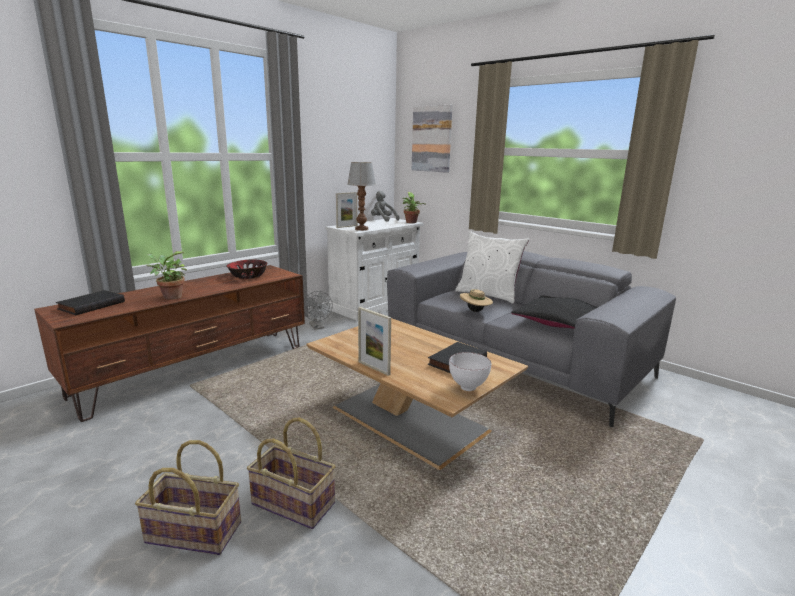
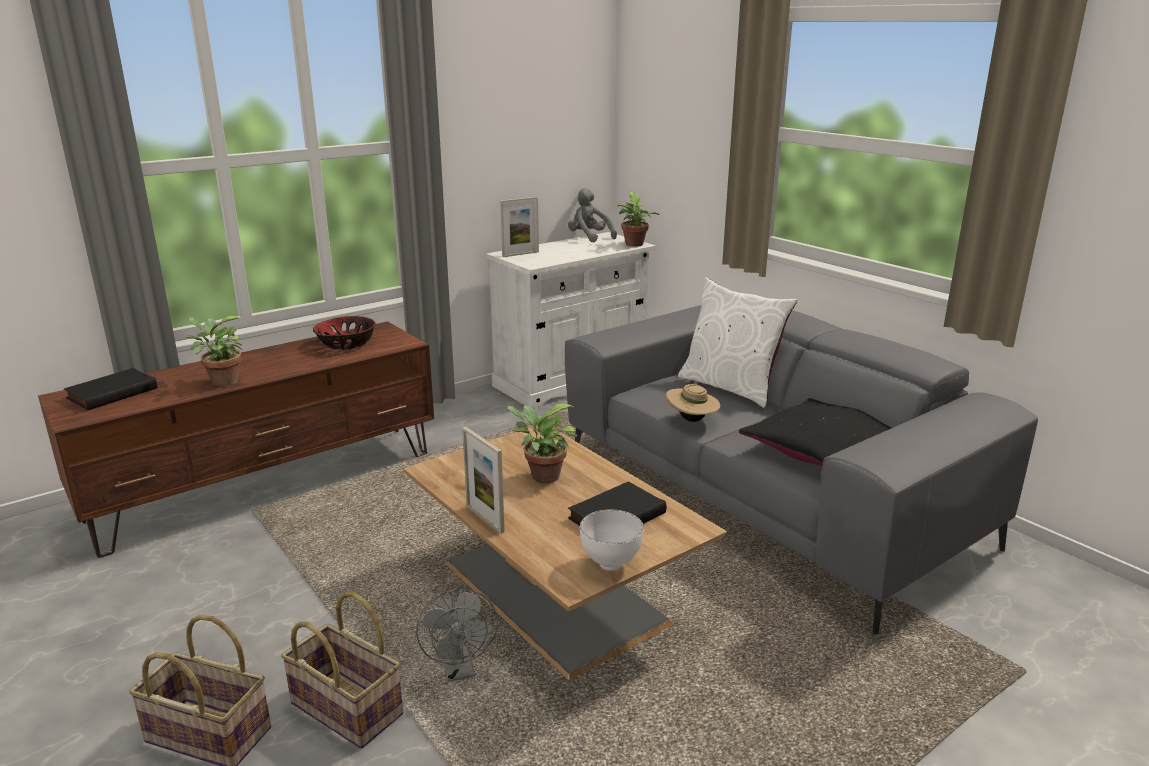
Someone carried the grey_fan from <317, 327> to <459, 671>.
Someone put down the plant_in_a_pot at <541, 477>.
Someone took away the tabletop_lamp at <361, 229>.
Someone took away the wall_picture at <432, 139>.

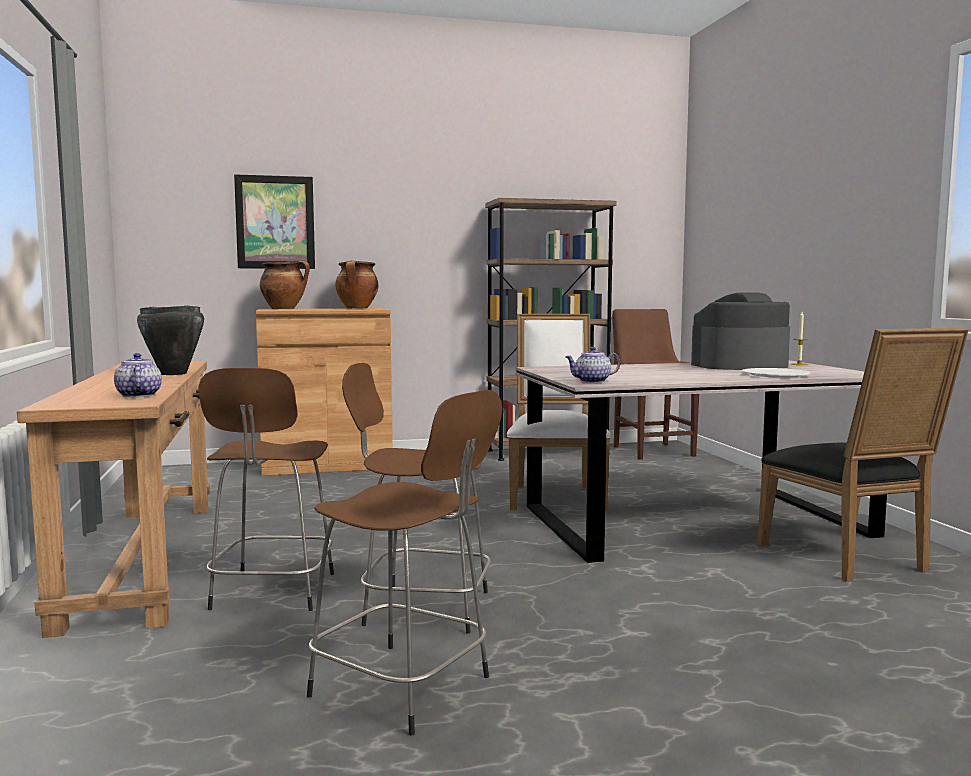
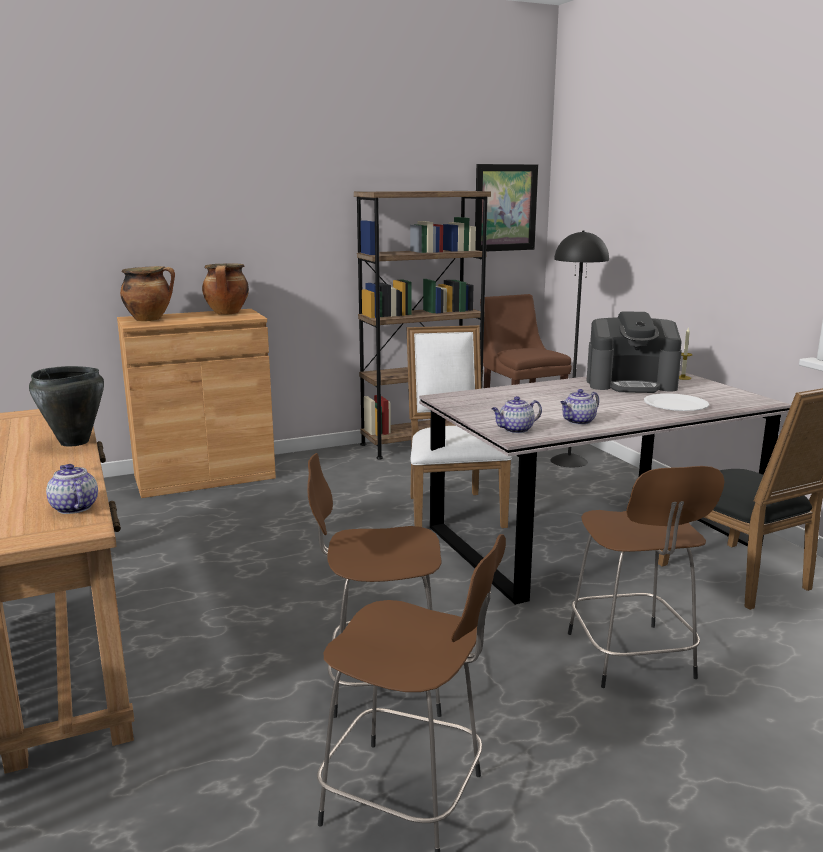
Someone carried the wall_picture from <275, 222> to <505, 208>.
Someone put down the black_standing_lamp at <569, 461>.
Someone put down the tea_pot at <578, 421>.
Someone carried the brown-coloured_stool_seat from <272, 593> to <631, 658>.
Someone rotated the coffee_maker at <739, 366> by 150 degrees counterclockwise.

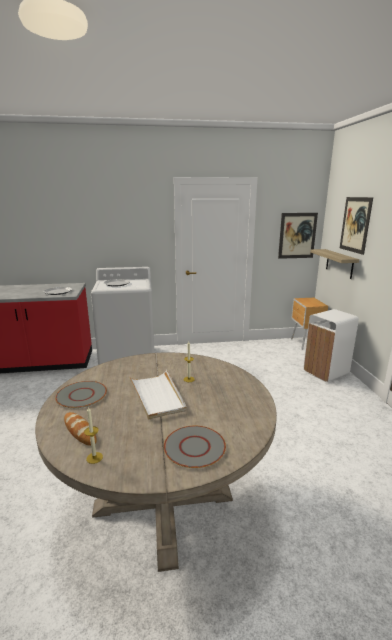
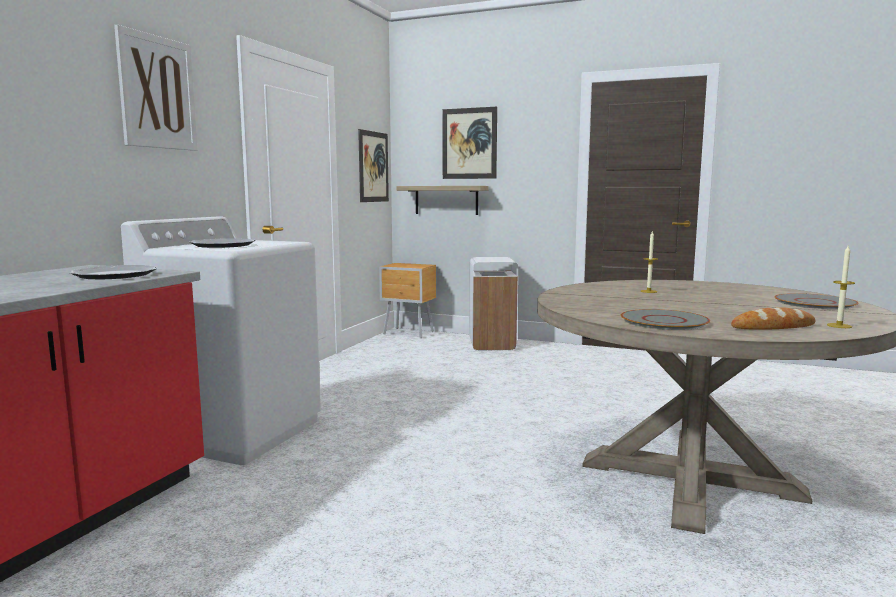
Someone put up the wall_picture at <157, 92>.
Someone took away the whitish_tray at <157, 396>.

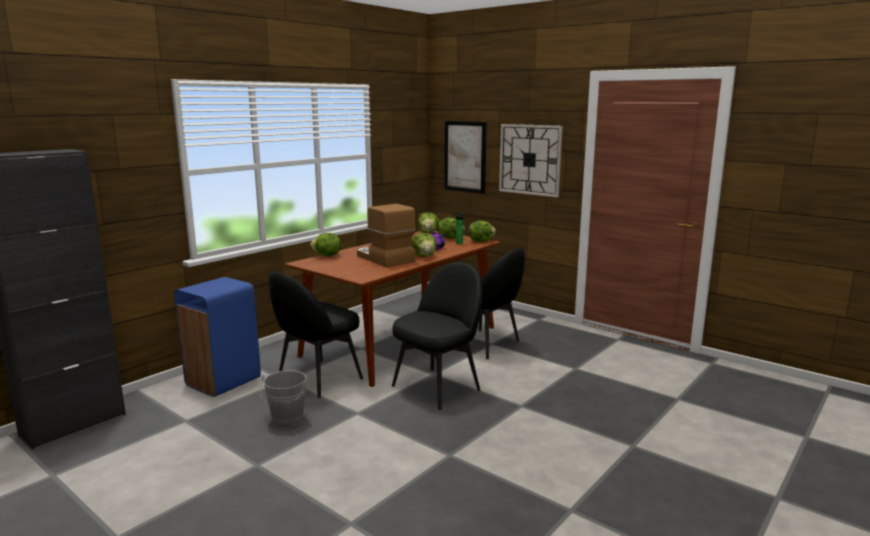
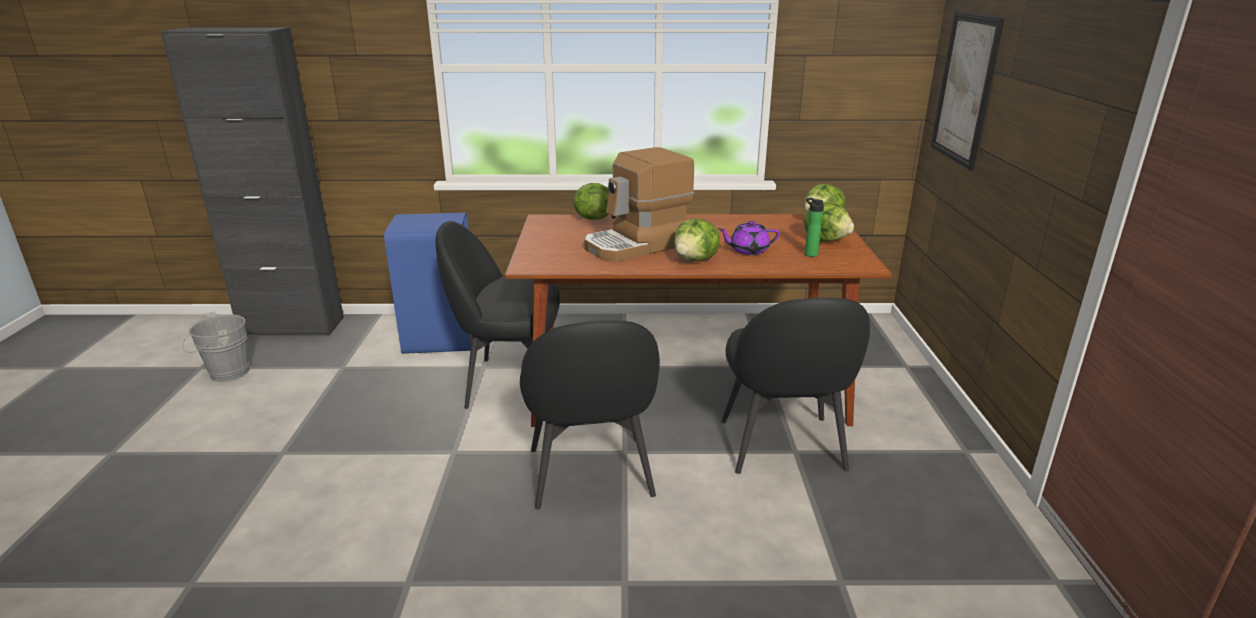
Someone carried the grey_water_bucket from <286, 422> to <225, 374>.
Someone rotated the black_plain_chair at <437, 387> by 75 degrees clockwise.
Someone rotated the coffee_maker at <384, 259> by 135 degrees counterclockwise.
Someone took away the head_of_lettuce at <480, 241>.
Someone took away the wall_clock at <530, 159>.

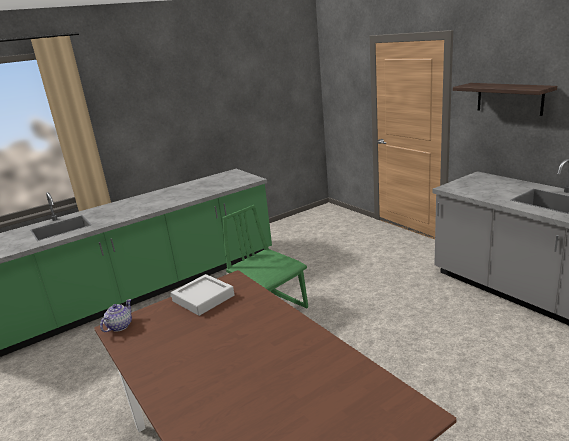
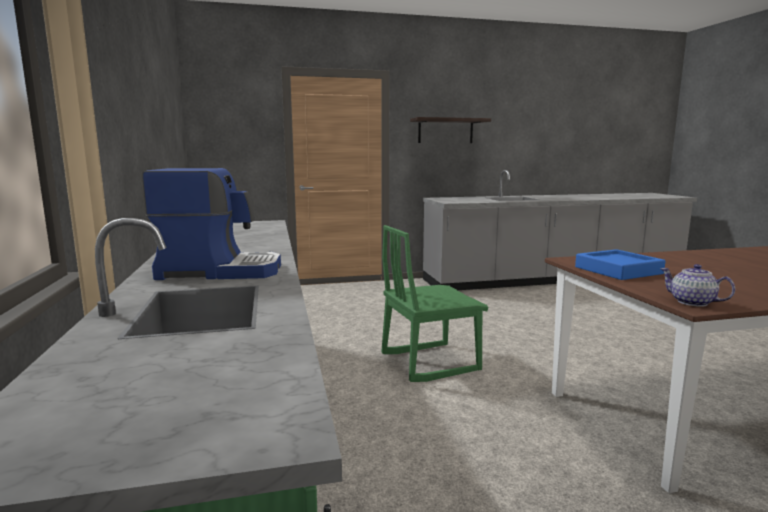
Someone put down the coffee_maker at <220, 270>.
Someone repainted the grey_tray at <203, 298>, which became the blue_tray at <618, 270>.

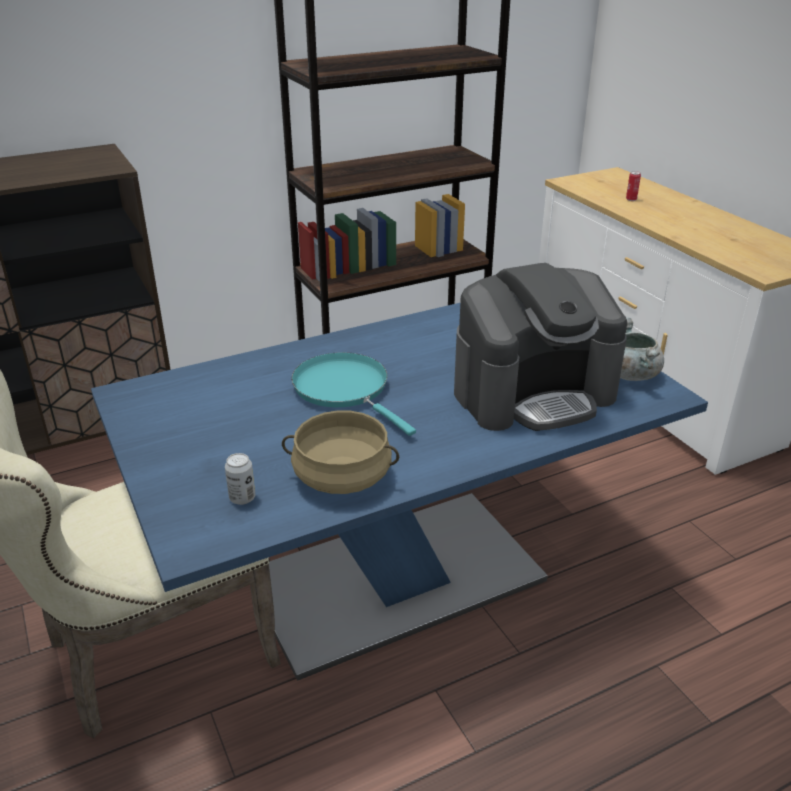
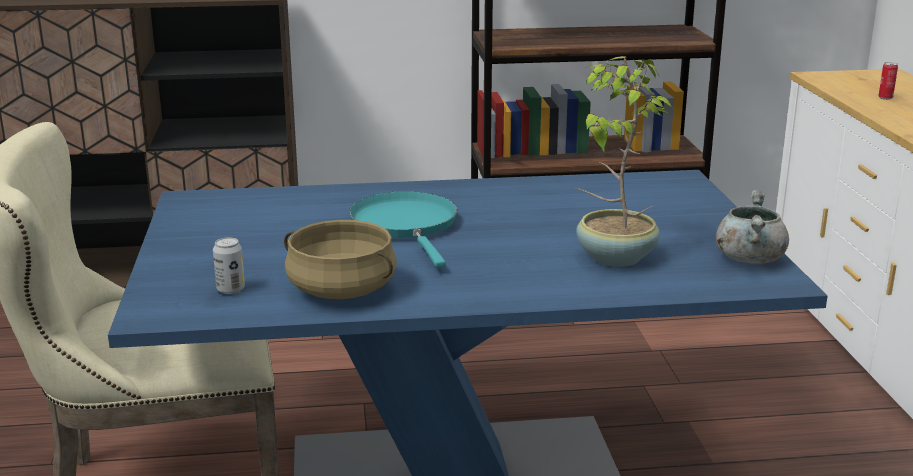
Someone swapped the coffee_maker at <533, 393> for the plant_in_a_pot at <613, 257>.

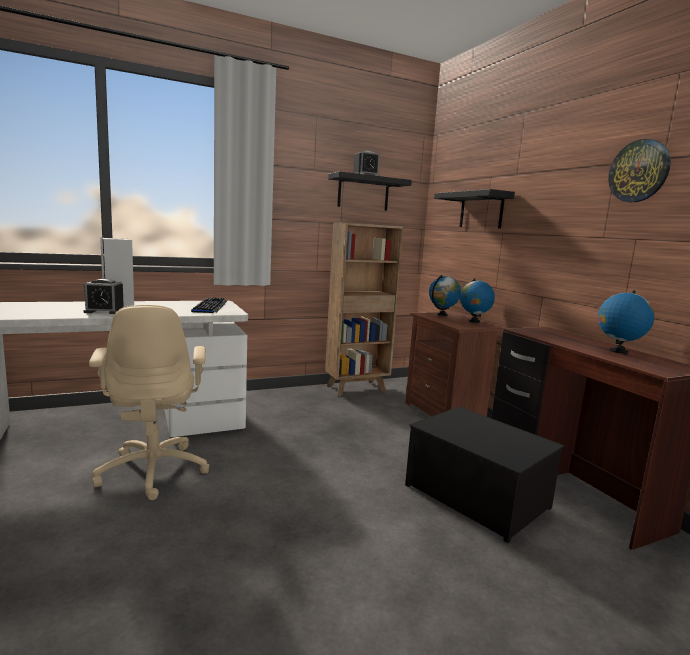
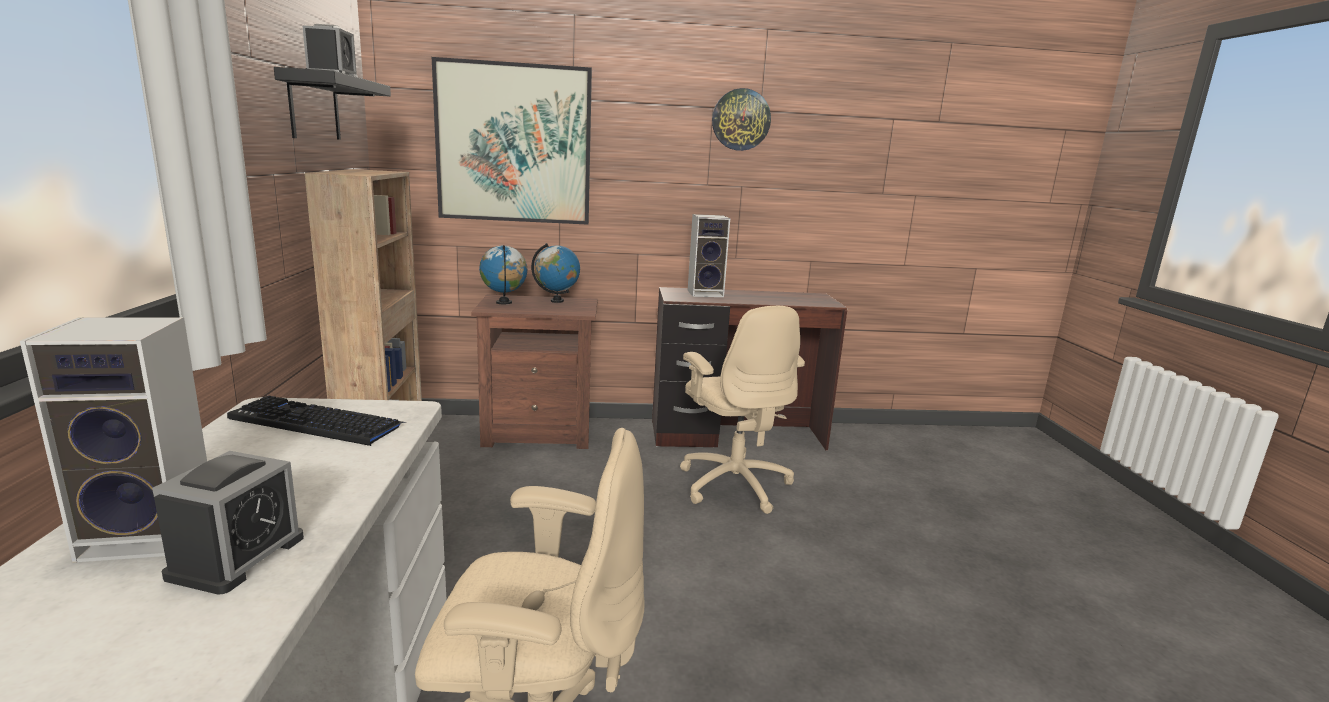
Someone swapped the black_bracket_shelf at <481, 210> for the wall_picture at <514, 144>.
Someone swapped the storage_box at <474, 496> for the beige_desk_chair at <734, 484>.
Someone put down the audio_speaker at <706, 293>.
Someone took away the globe at <618, 351>.

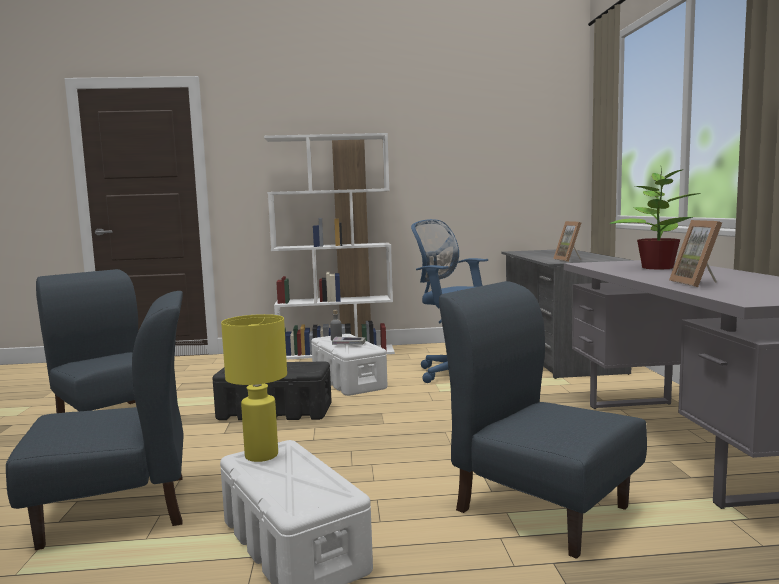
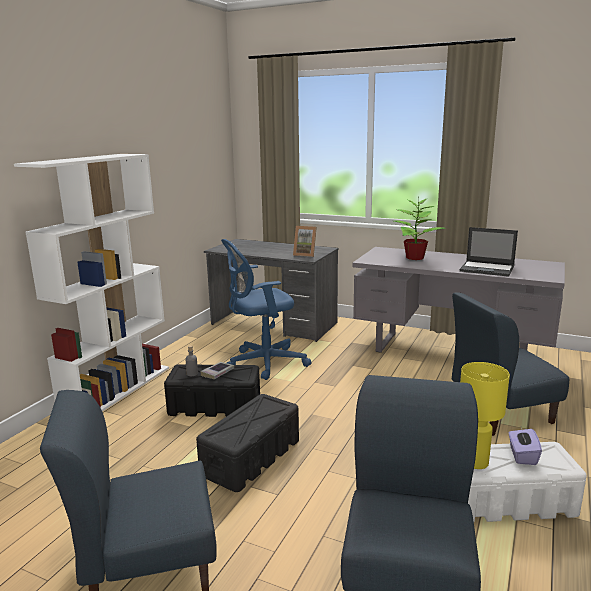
Someone repainted the whitish_storage_box at <348, 381>, which became the black_storage_box at <215, 406>.
Someone swapped the picture_frame at <699, 283> for the portable_computer at <487, 269>.
Someone put down the purple_tissue_holder at <522, 455>.

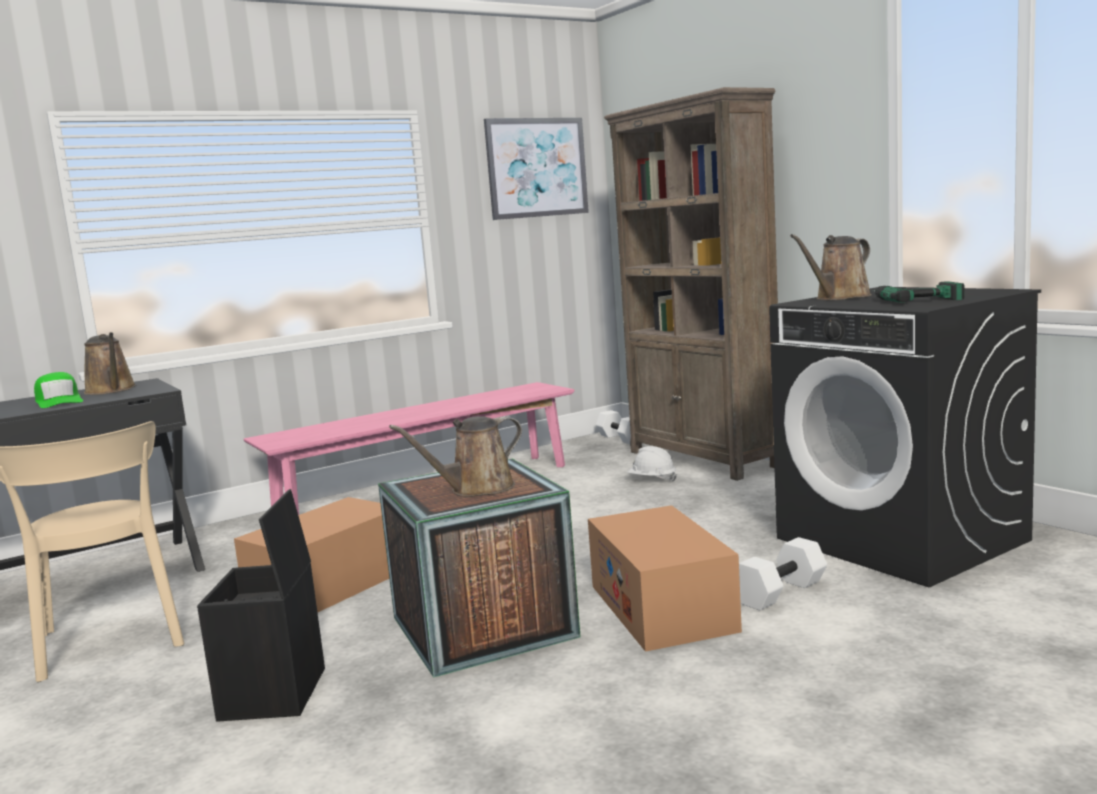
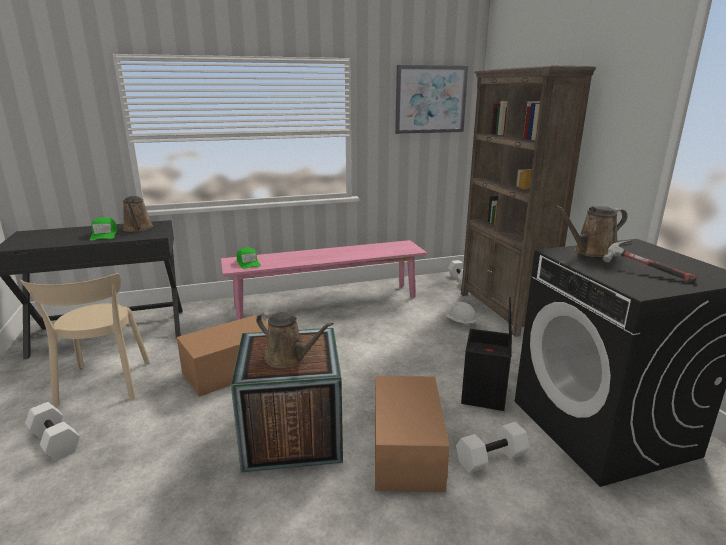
Someone put down the whitish_hand_weight at <53, 441>.
Someone put down the green_peaked_cap at <248, 263>.
Someone rotated the brown-coloured_sprinkling_can at <476, 489> by 135 degrees counterclockwise.
Someone carried the black_storage_box from <274, 695> to <484, 394>.
Someone swapped the electric_drill at <912, 299> for the tool_hammer at <644, 271>.

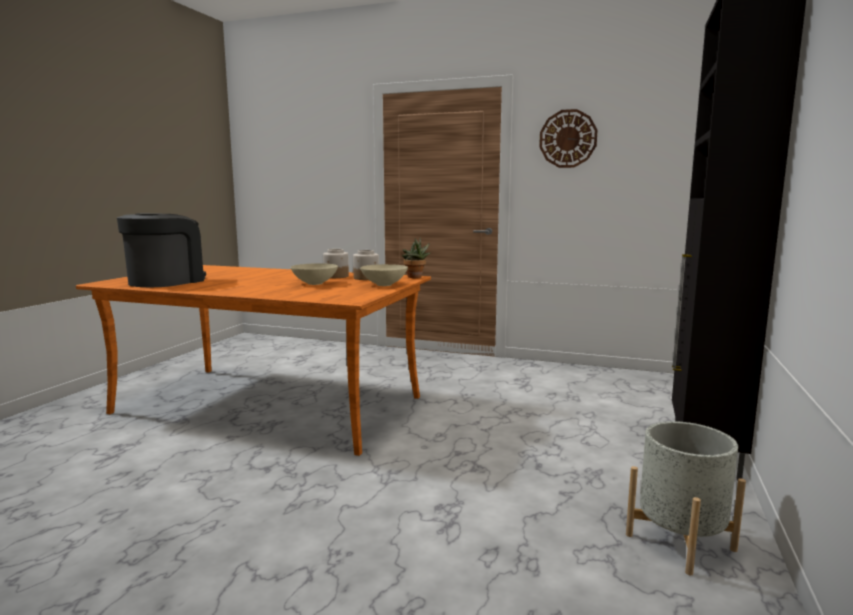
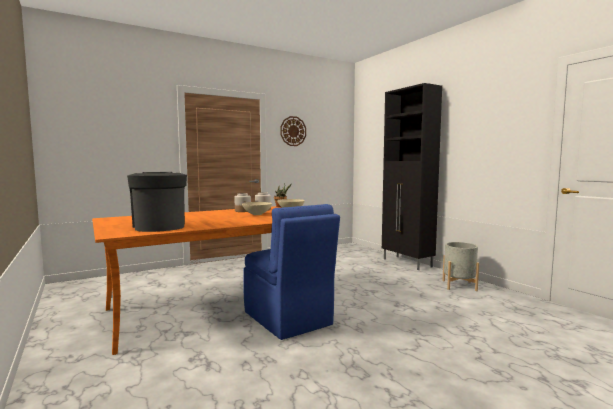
Someone put down the blue_plain_chair at <288, 319>.

